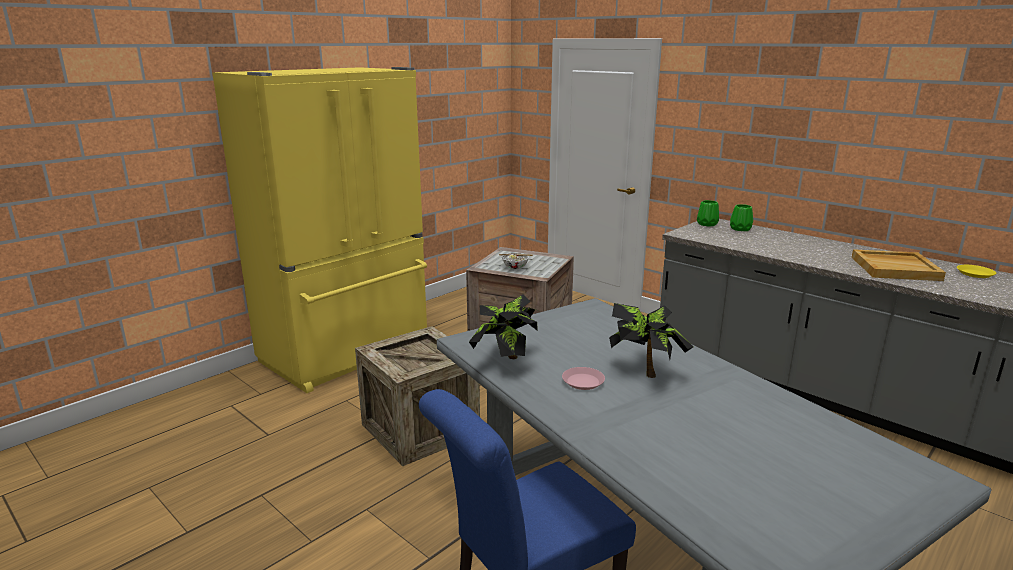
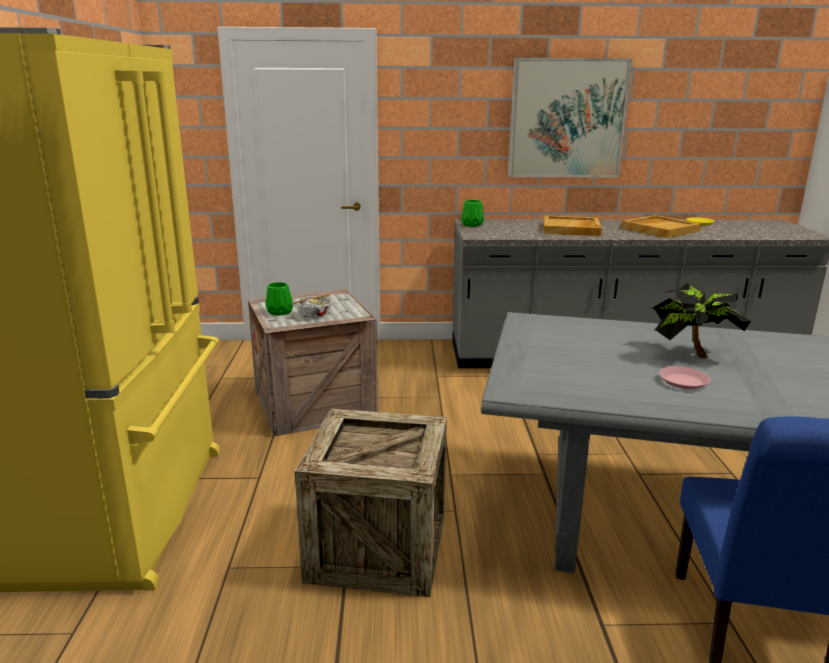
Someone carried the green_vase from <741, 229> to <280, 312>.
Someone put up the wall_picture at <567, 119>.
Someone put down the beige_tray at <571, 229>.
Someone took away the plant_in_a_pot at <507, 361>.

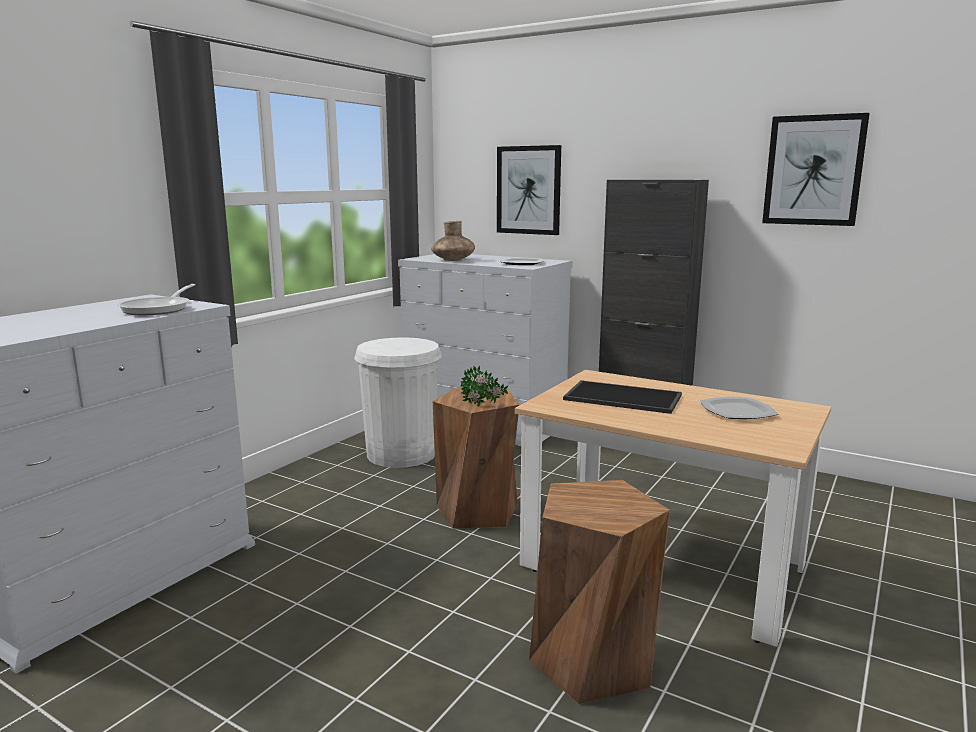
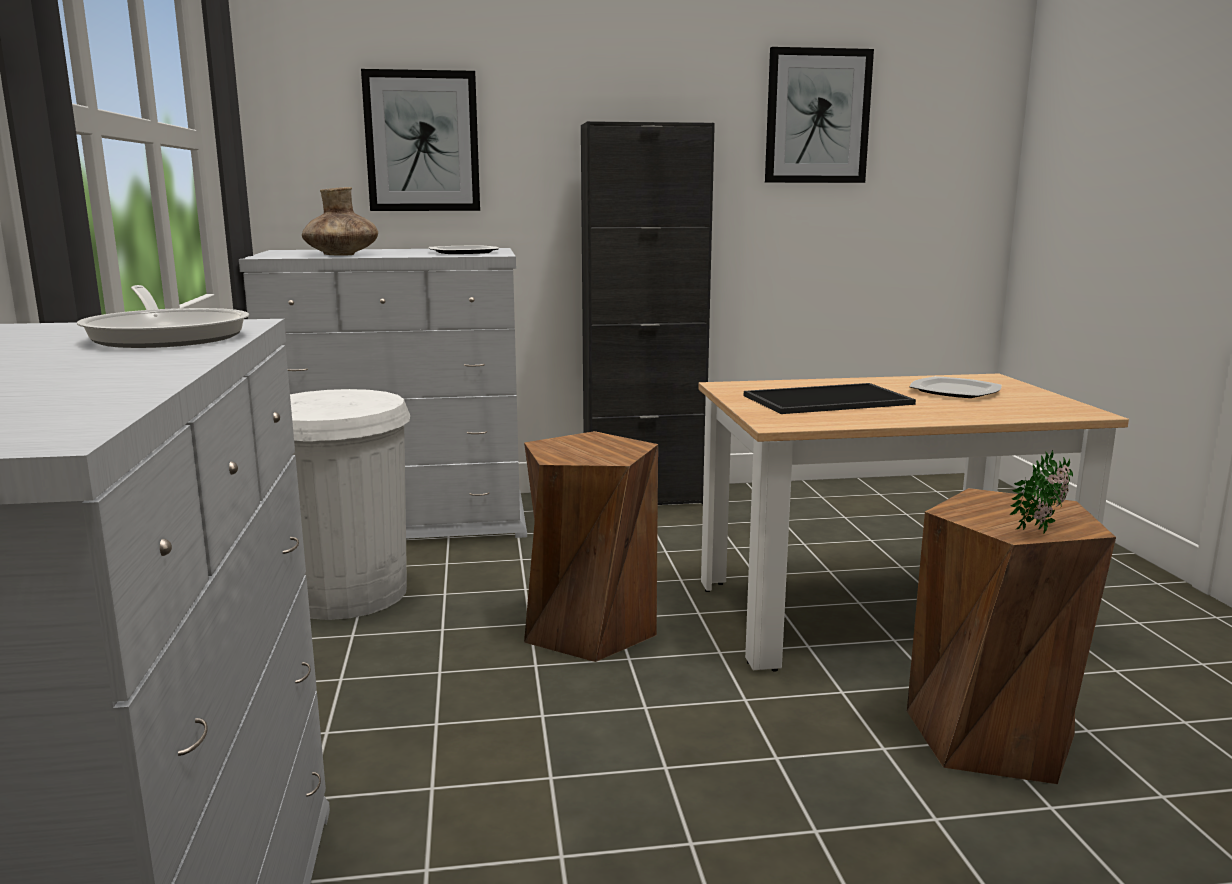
Someone carried the plant_in_a_pot from <483, 406> to <1043, 530>.

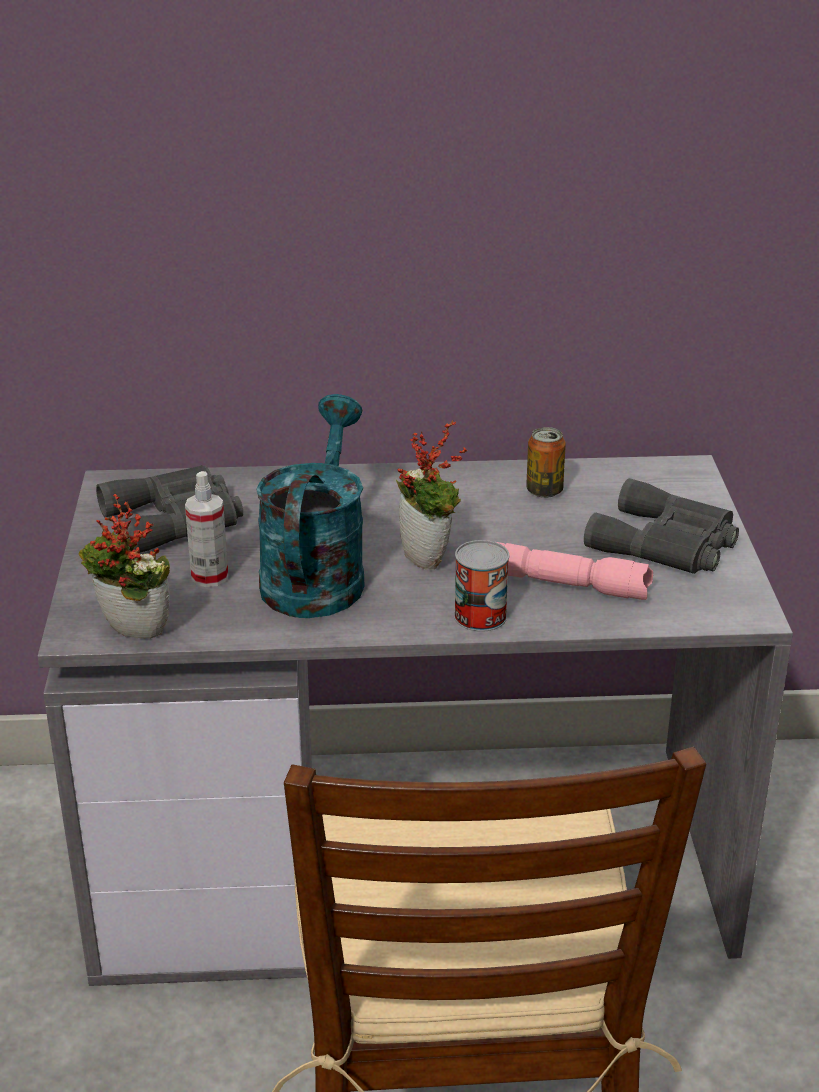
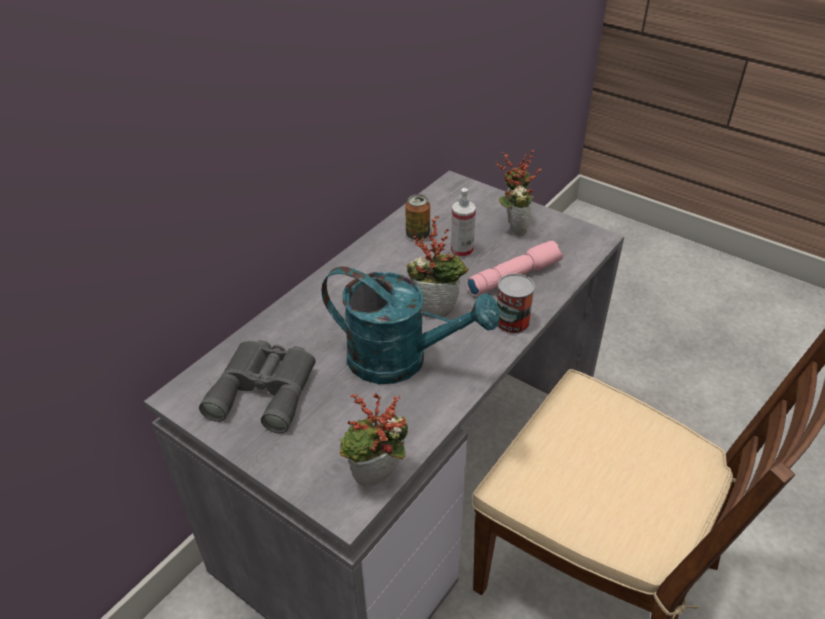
Someone rotated the blue-green_sprinkling_can at <316, 574> by 150 degrees clockwise.
Someone carried the sprayer from <210, 577> to <461, 251>.
Someone swapped the grey_binoculars at <667, 544> for the plant_in_a_pot at <513, 227>.

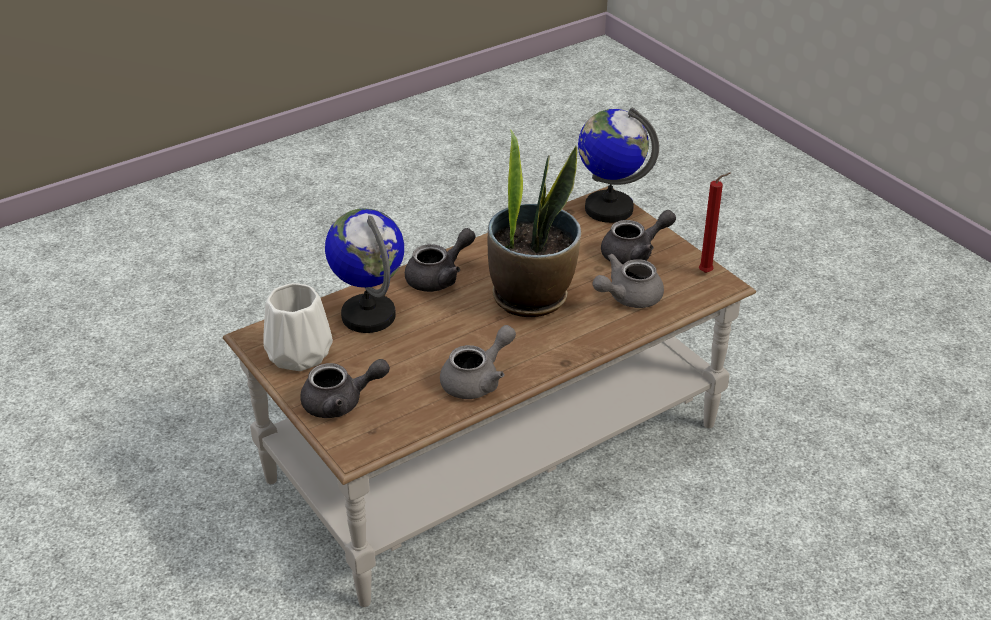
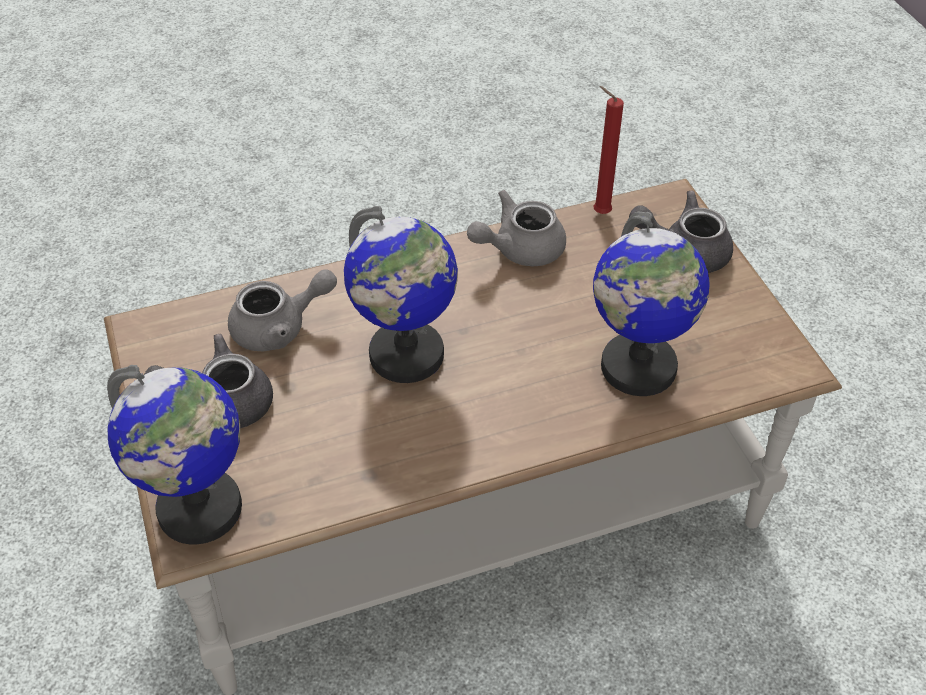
Someone swapped the plant_in_a_pot at <531, 296> for the globe at <406, 355>.
Someone carried the red_candle from <708, 272> to <598, 213>.
Someone took away the whitish_vase at <298, 356>.
Someone took away the grey_tea_pot at <439, 277>.

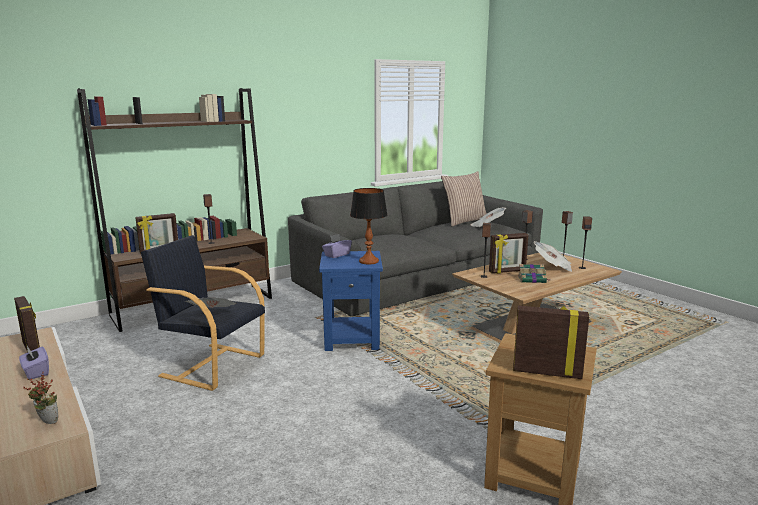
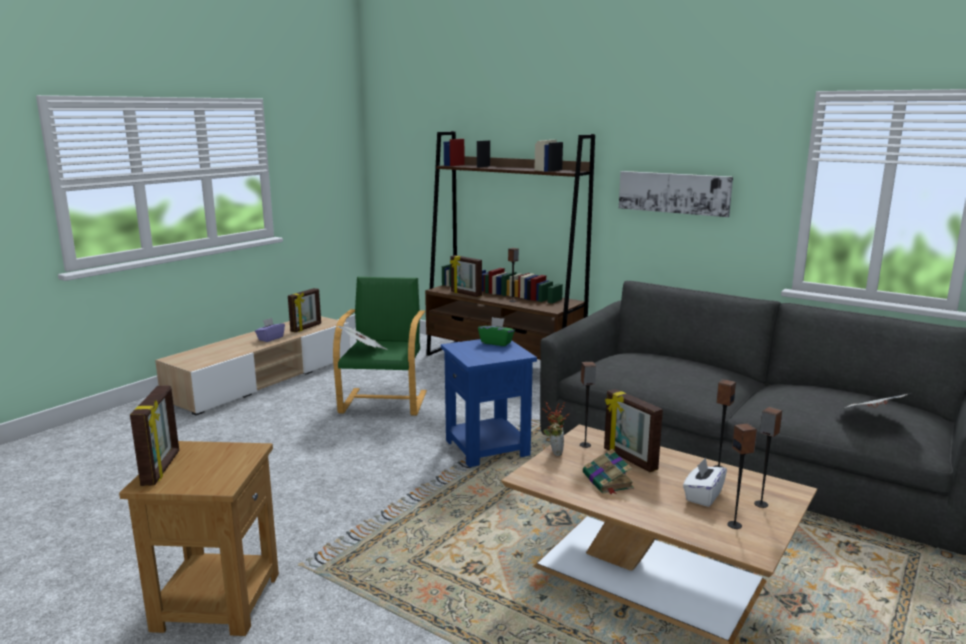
Someone repainted the black_easy_chair at <212, 365>, which became the green_easy_chair at <384, 401>.
Someone repainted the purple_tissue_holder at <336, 255>, which became the green_tissue_holder at <496, 342>.
Someone carried the plant_in_a_pot from <46, 422> to <554, 451>.
Someone put up the wall_picture at <674, 193>.
Someone swapped the daily_paper at <553, 267> for the whitish_tissue_holder at <703, 496>.
Someone took away the tabletop_lamp at <369, 261>.
Someone took away the throw_pillow at <464, 221>.

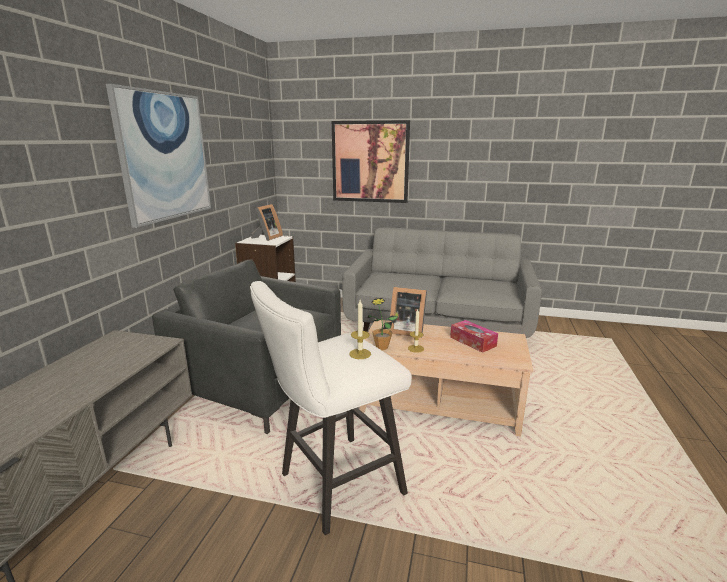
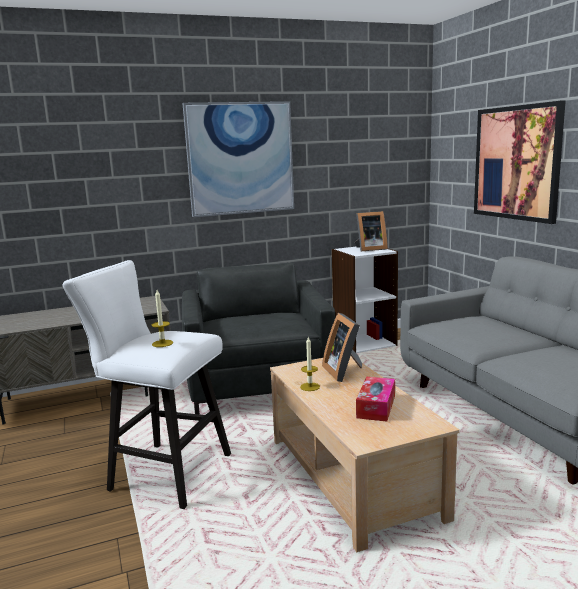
Someone took away the plant_in_a_pot at <382, 347>.

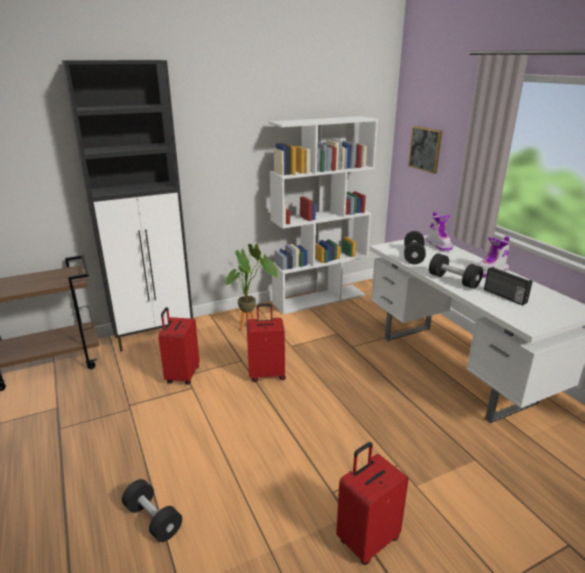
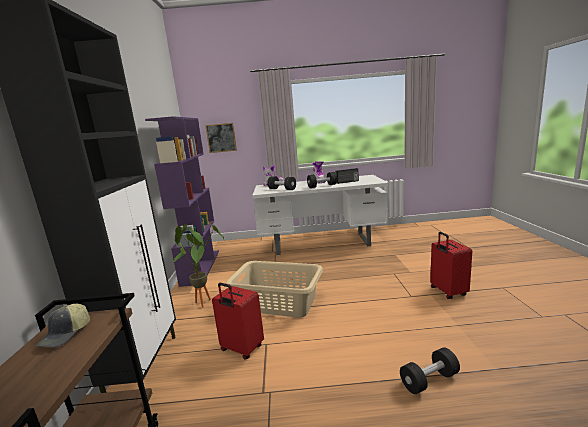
Someone put down the peaked_cap at <66, 334>.
Someone repainted the whitish_bookshelf at <319, 299>, which became the purple_bookshelf at <200, 267>.
Someone swapped the red_piece_of_luggage at <267, 374> for the beige_hamper at <278, 302>.

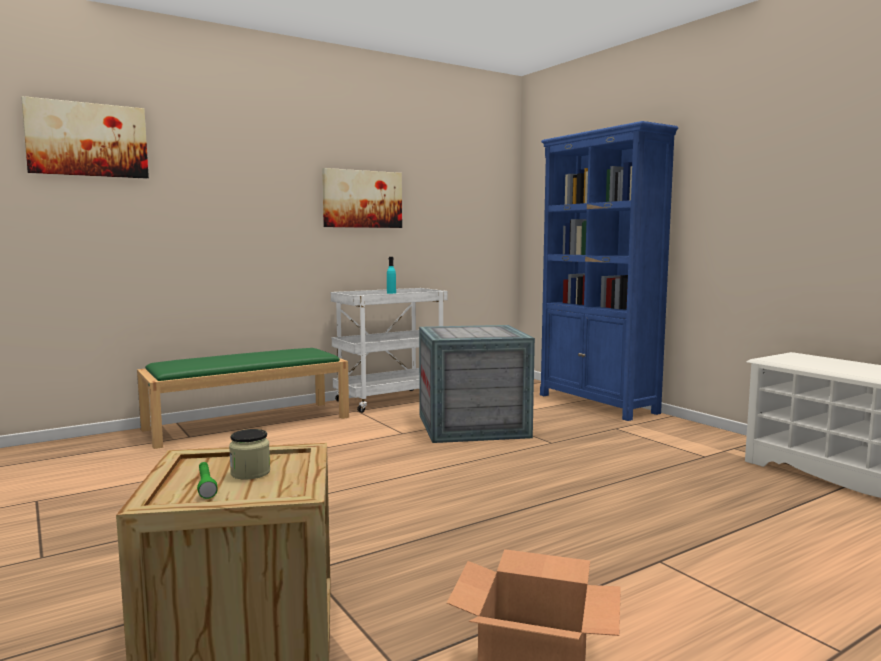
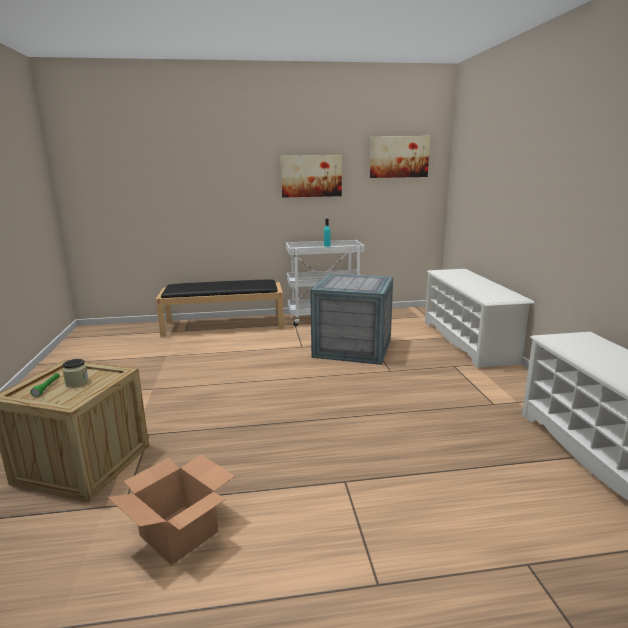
Someone repainted the green_bench at <249, 423>, which became the black_bench at <224, 325>.
Someone carried the wall_picture from <87, 140> to <399, 157>.
Someone swapped the blue_bookshelf at <597, 404> for the whitish_shoe_rack at <468, 341>.

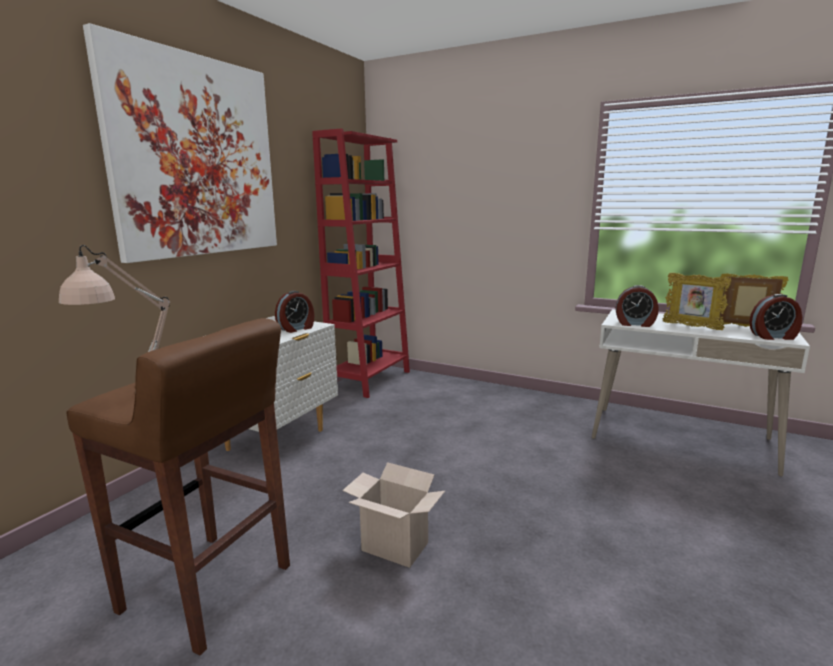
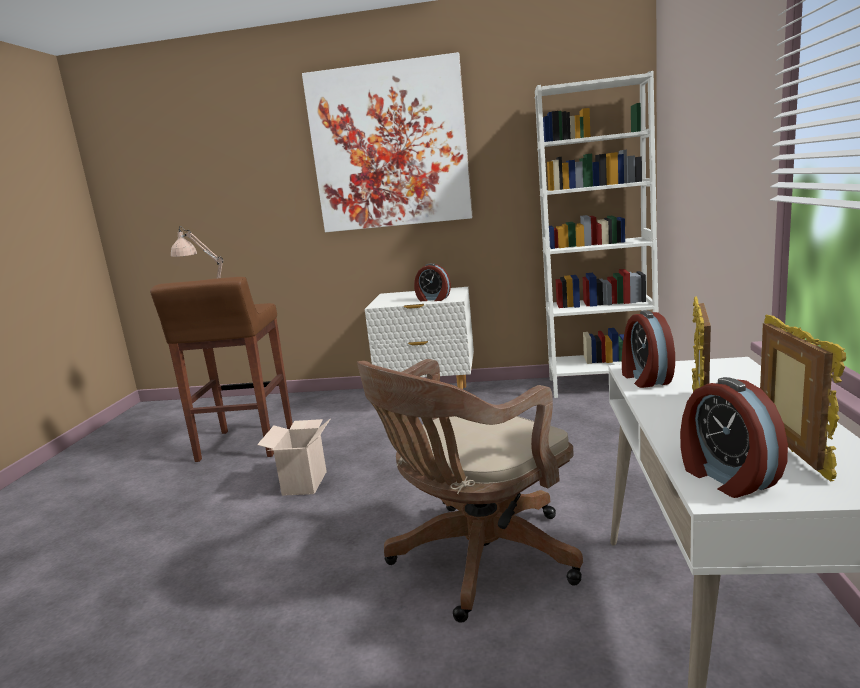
Someone put down the brown-coloured_desk_chair at <477, 560>.
Someone repainted the red_bookshelf at <370, 380>, which became the whitish_bookshelf at <601, 385>.

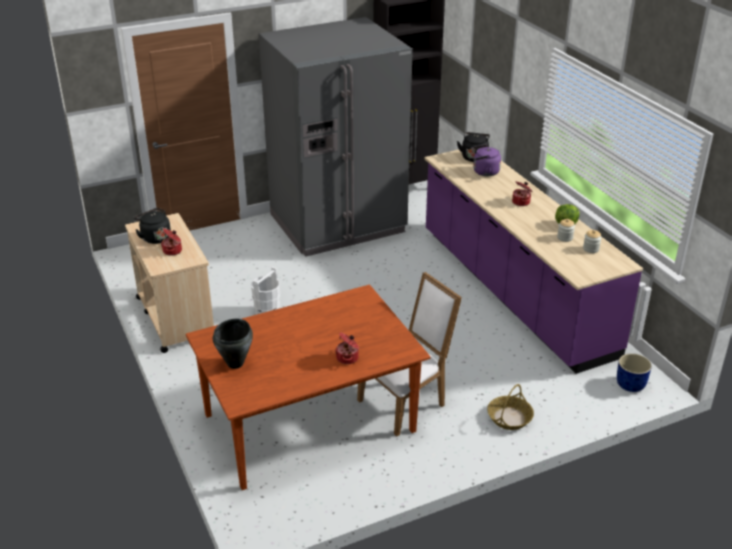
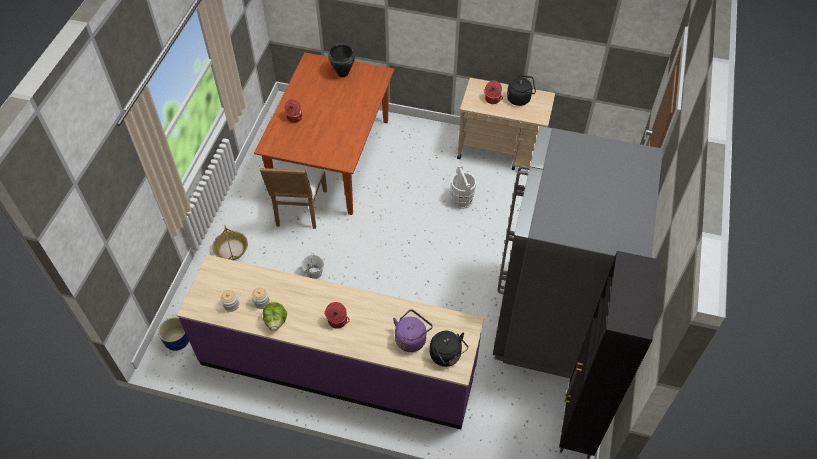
Someone put down the whitish_water_bucket at <314, 273>.

